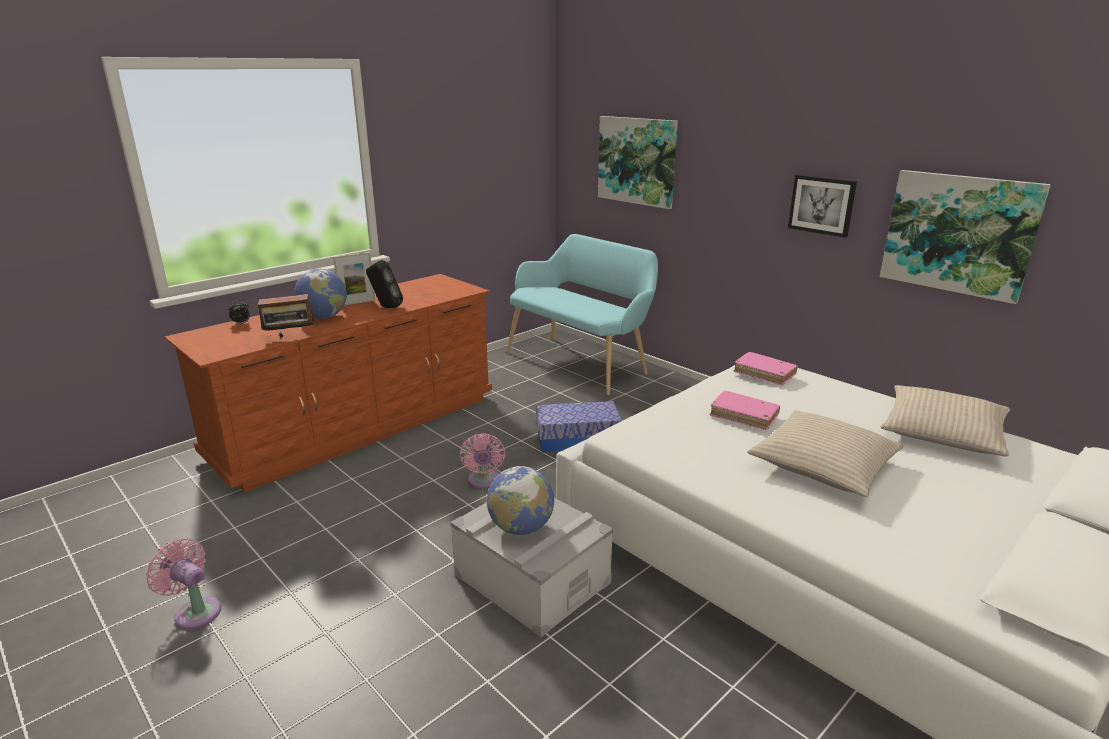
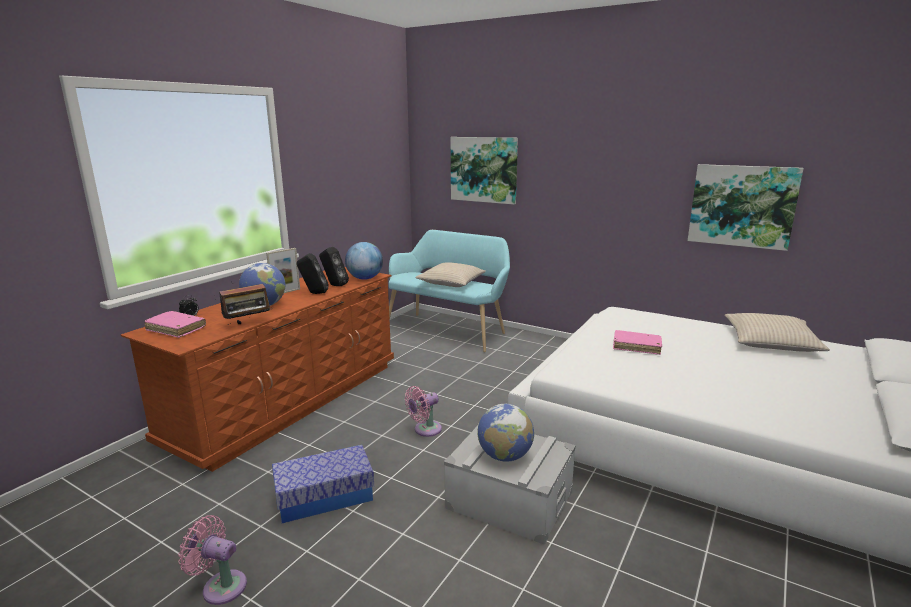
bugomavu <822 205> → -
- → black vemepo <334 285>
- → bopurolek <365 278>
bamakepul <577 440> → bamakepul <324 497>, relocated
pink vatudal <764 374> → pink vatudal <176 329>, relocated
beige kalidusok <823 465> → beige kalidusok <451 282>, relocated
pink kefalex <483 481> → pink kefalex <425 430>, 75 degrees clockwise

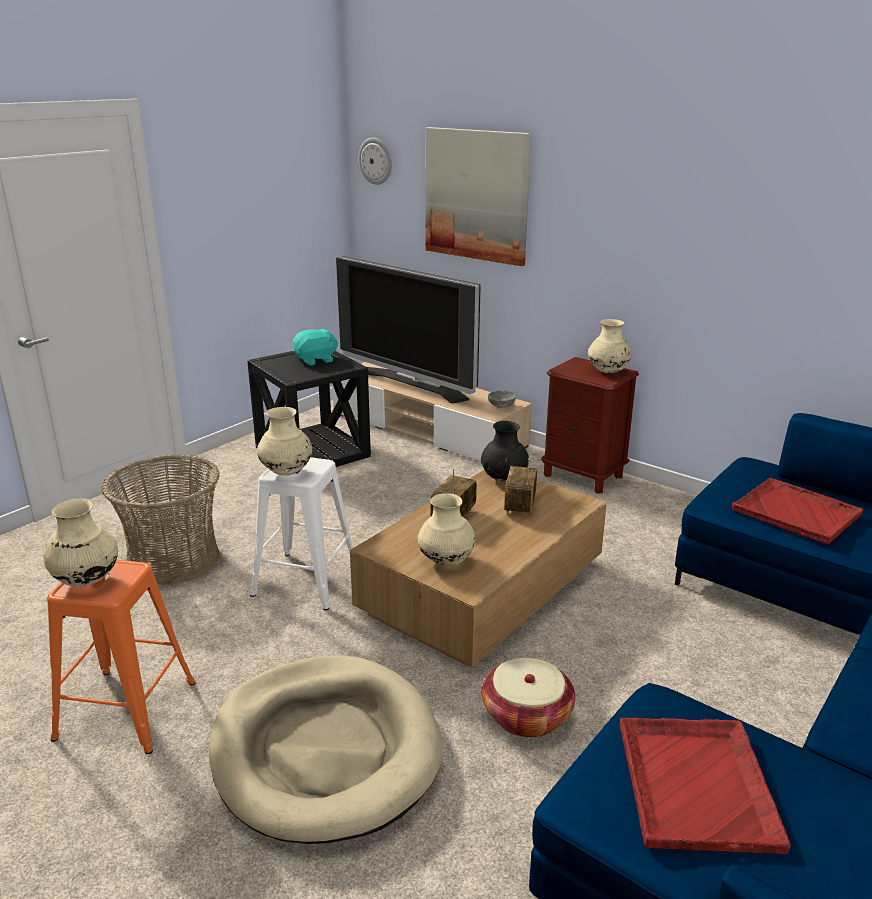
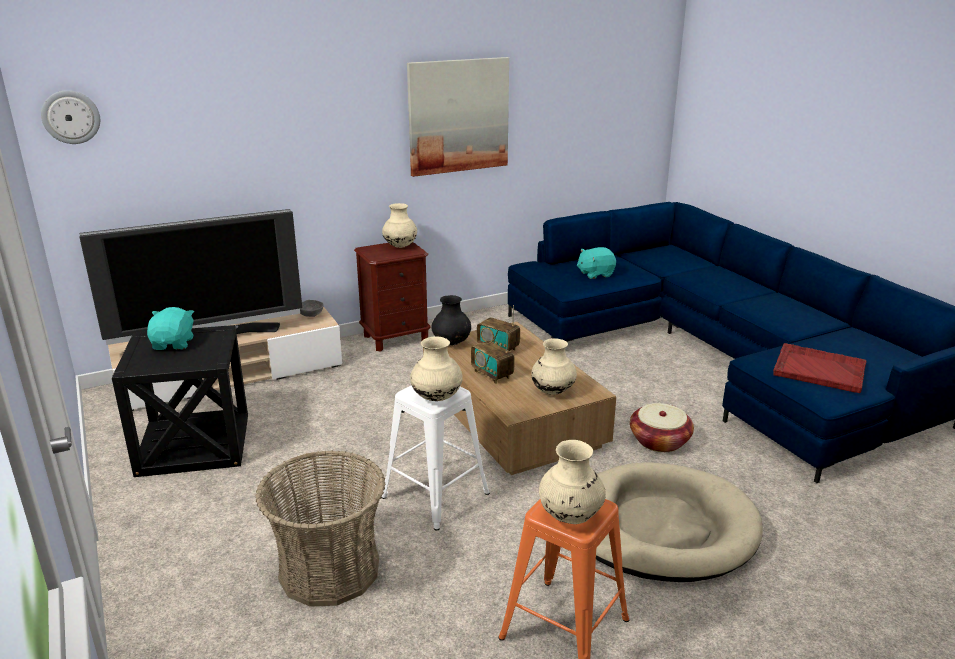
bugomavu <476 195> → bugomavu <458 116>, relocated
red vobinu <797 513> → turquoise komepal <595 274>

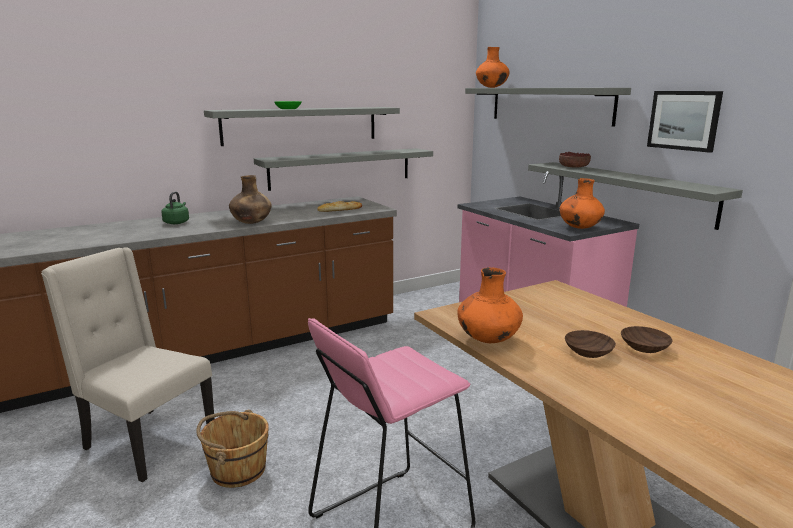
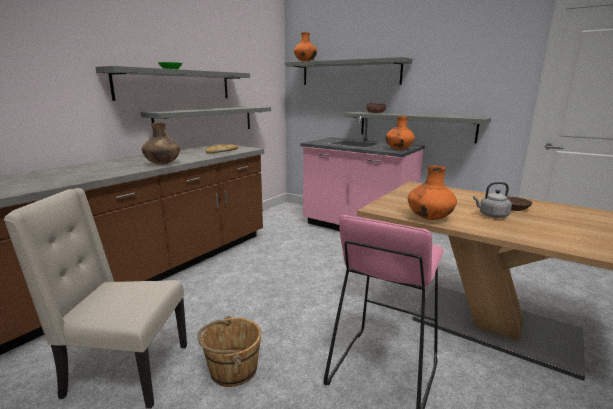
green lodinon <177 222> → -
bugomavu <684 120> → -
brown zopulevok <587 352> → grey lodinon <491 215>

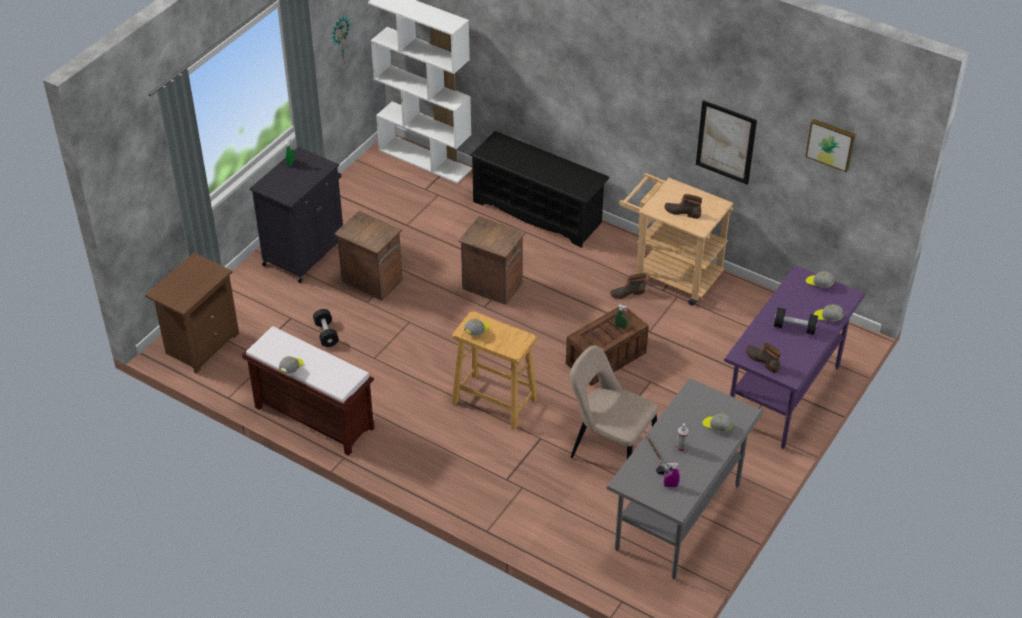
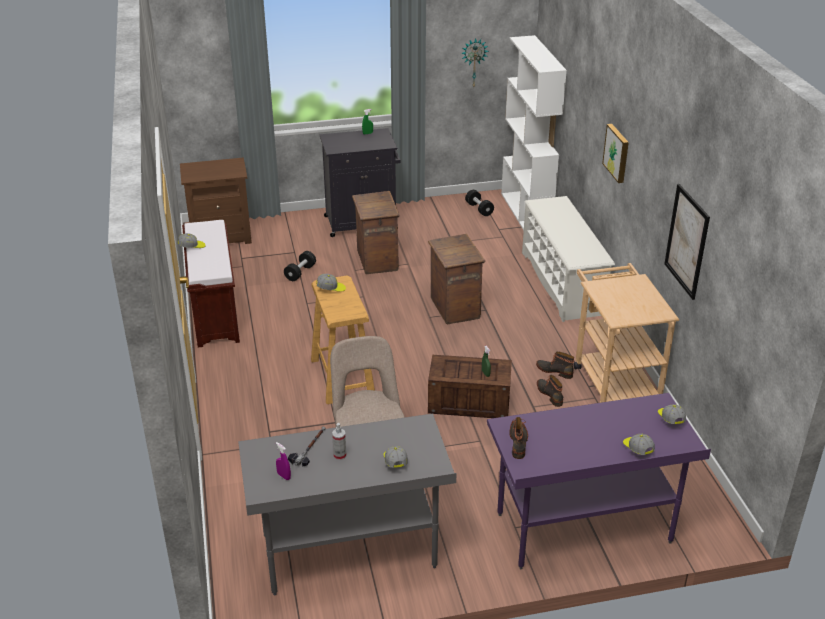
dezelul <682 212> → dezelul <550 394>, relocated
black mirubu <794 328> → black mirubu <479 209>, relocated
bugomavu <831 144> → bugomavu <617 153>, relocated
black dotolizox <538 212> → white dotolizox <562 283>

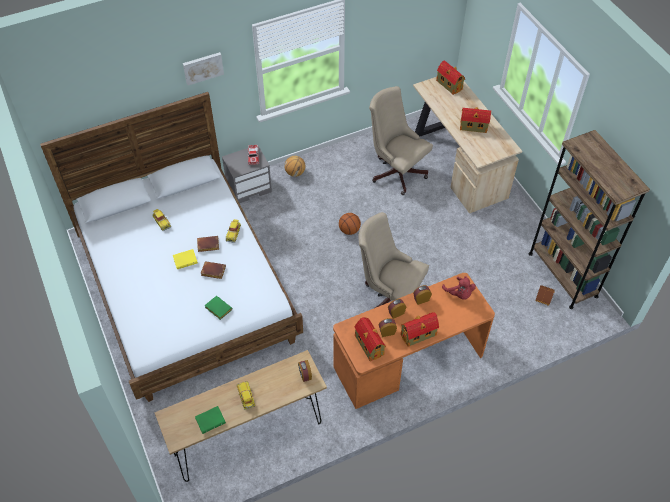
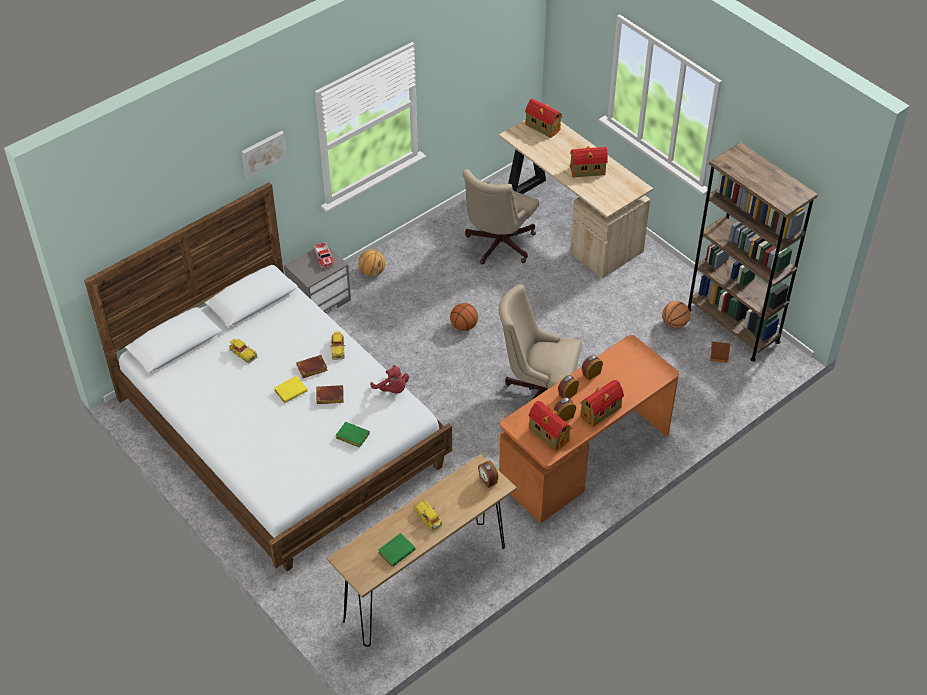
- → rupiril <674 324>
red komepal <459 294> → red komepal <392 389>, relocated
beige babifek <396 171> → beige babifek <497 246>, 90 degrees counterclockwise

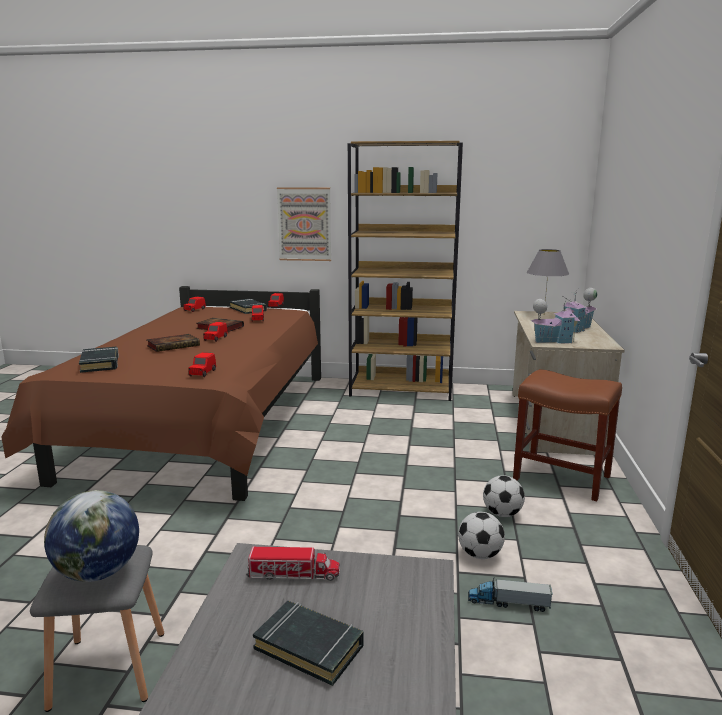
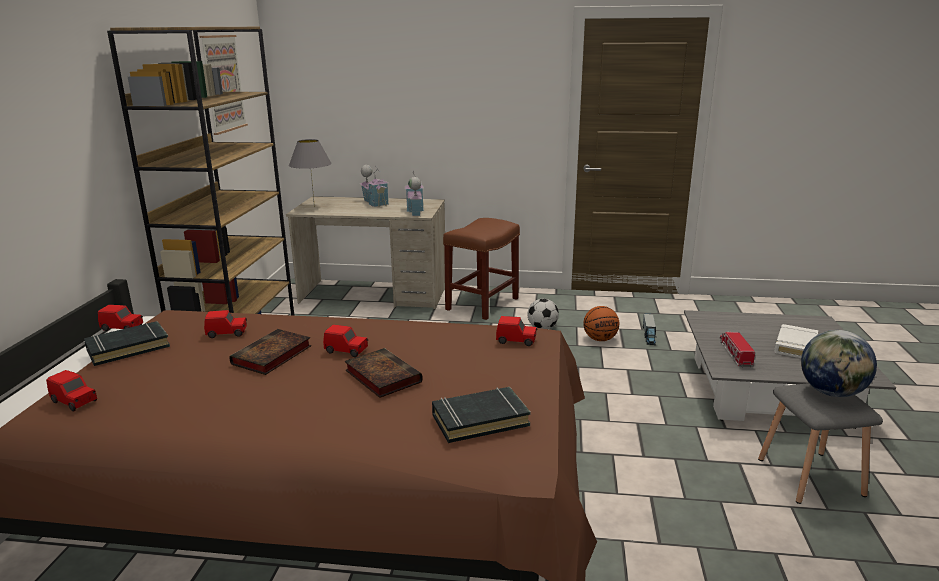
bugomavu <304 224> → bugomavu <223 83>, relocated
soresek <480 555> → rupiril <600 339>
black vatudal <309 646> → white vatudal <795 346>

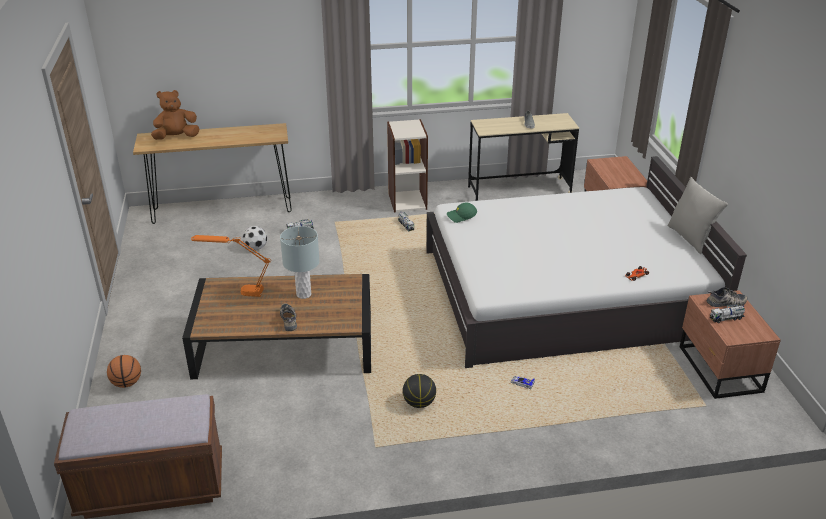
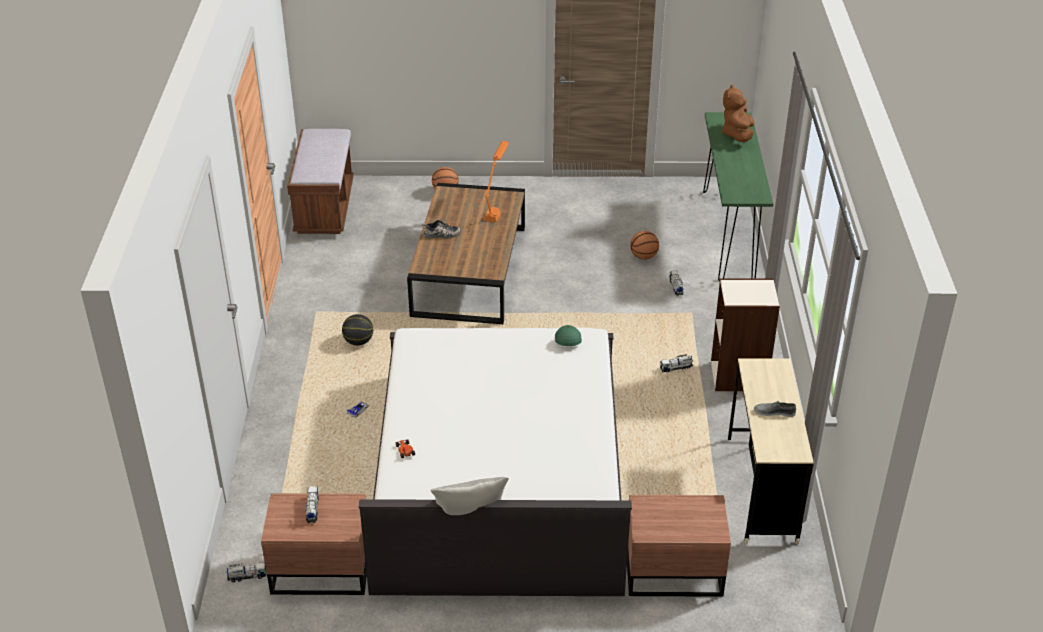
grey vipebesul <304 294> → -
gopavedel <726 303> → -
- → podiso <247 576>
soresek <256 248> → rupiril <643 257>
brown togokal <222 210> → green togokal <728 235>
brown komepal <176 137> → brown komepal <737 134>, 150 degrees counterclockwise

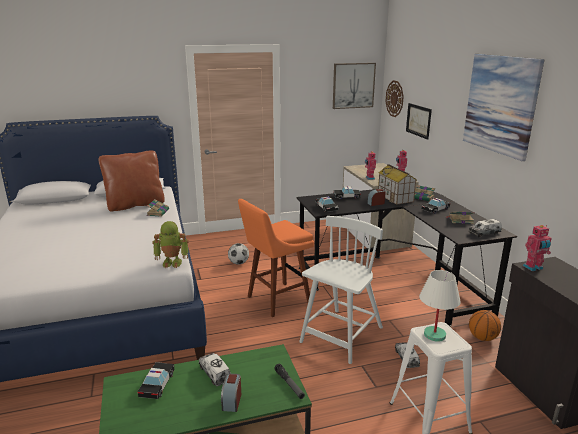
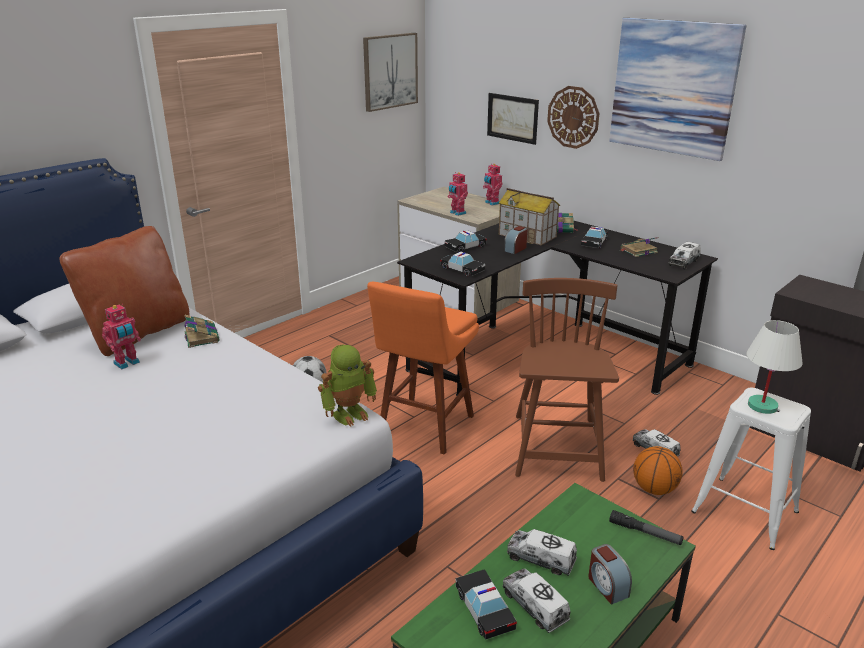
- → podiso <535 606>
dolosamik <394 98> → dolosamik <573 117>, relocated
rupiril <482 338> → rupiril <654 489>, relocated
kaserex <533 268> → kaserex <127 363>, relocated
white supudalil <341 336> → brown supudalil <557 448>

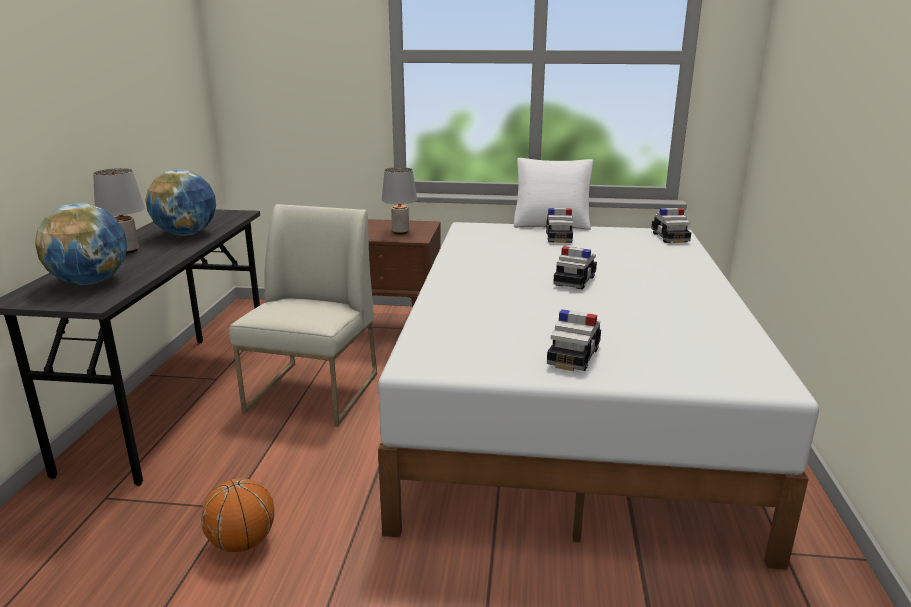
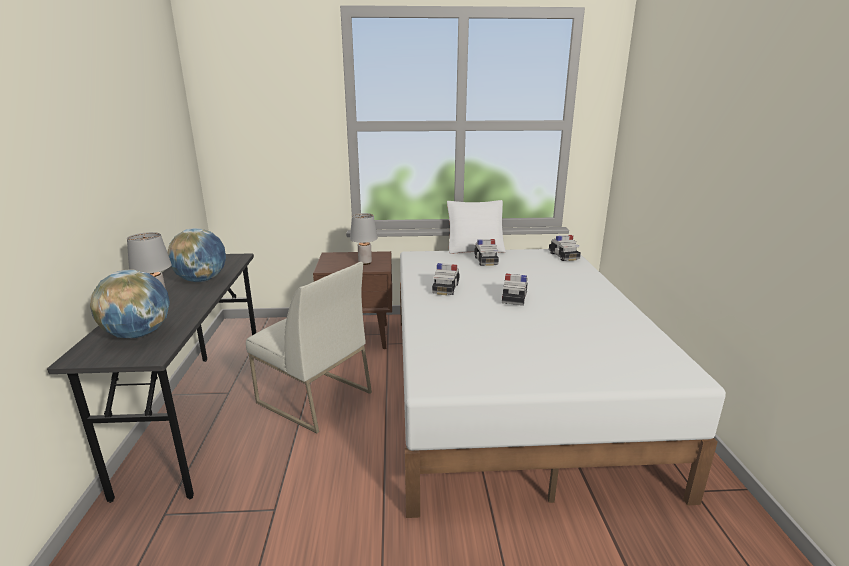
rupiril <242 543> → -
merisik <573 356> → merisik <446 288>, relocated
white supudalil <313 393> → white supudalil <313 397>, 120 degrees clockwise

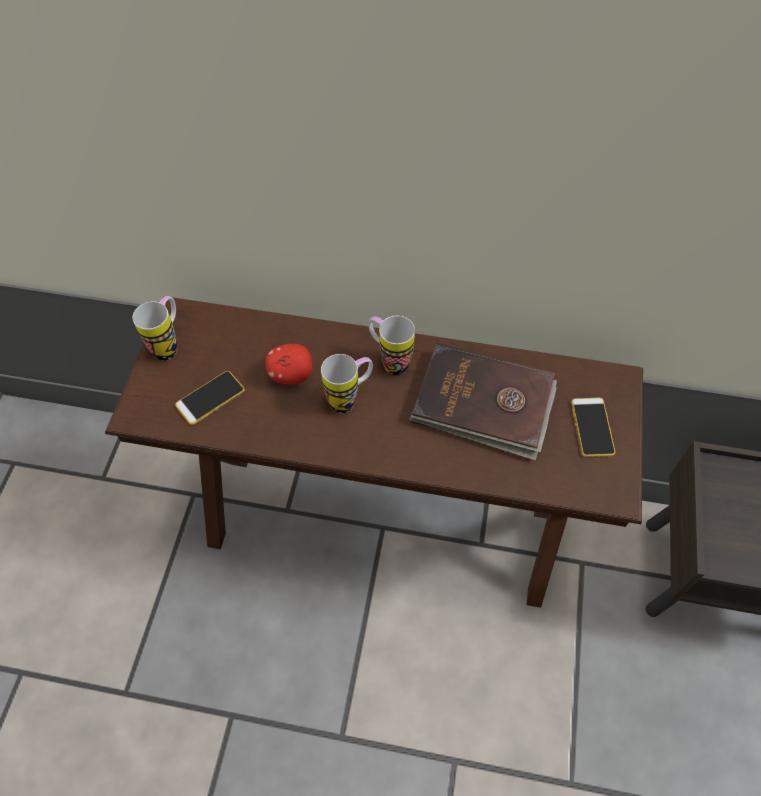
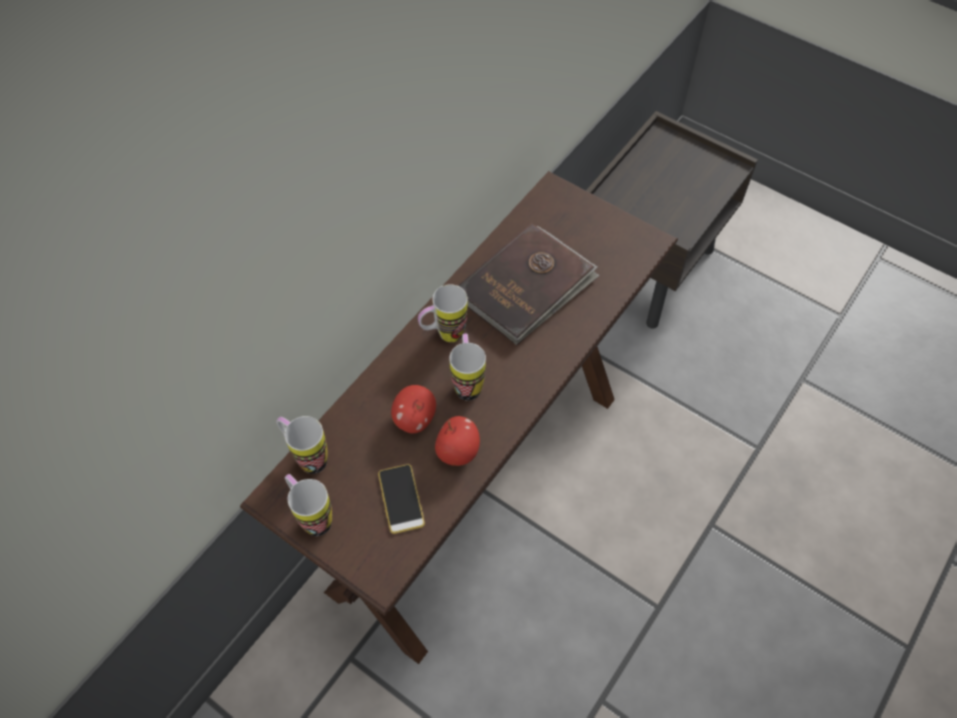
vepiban <592 427> → -
- → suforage <306 457>
- → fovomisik <458 451>

